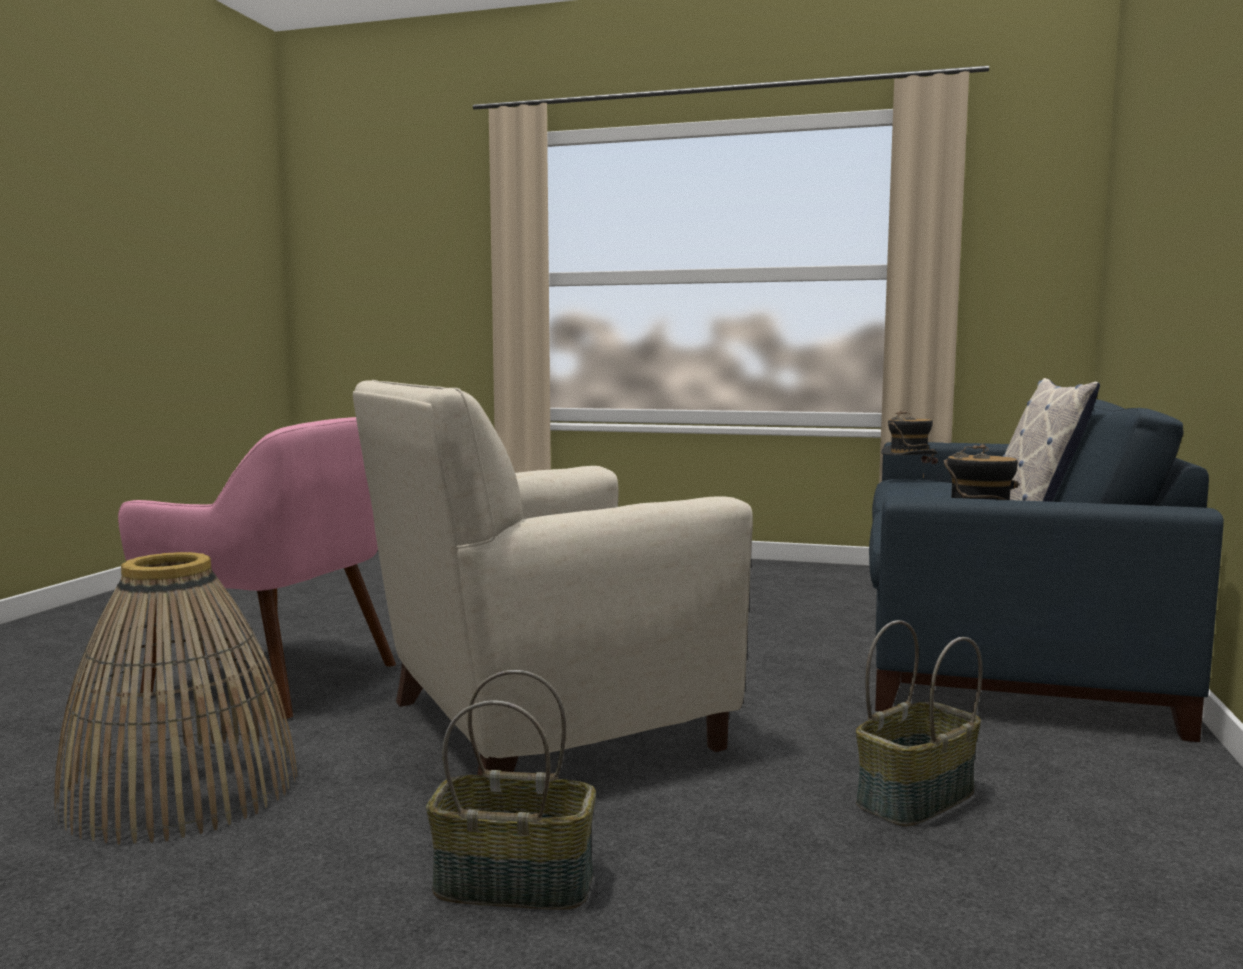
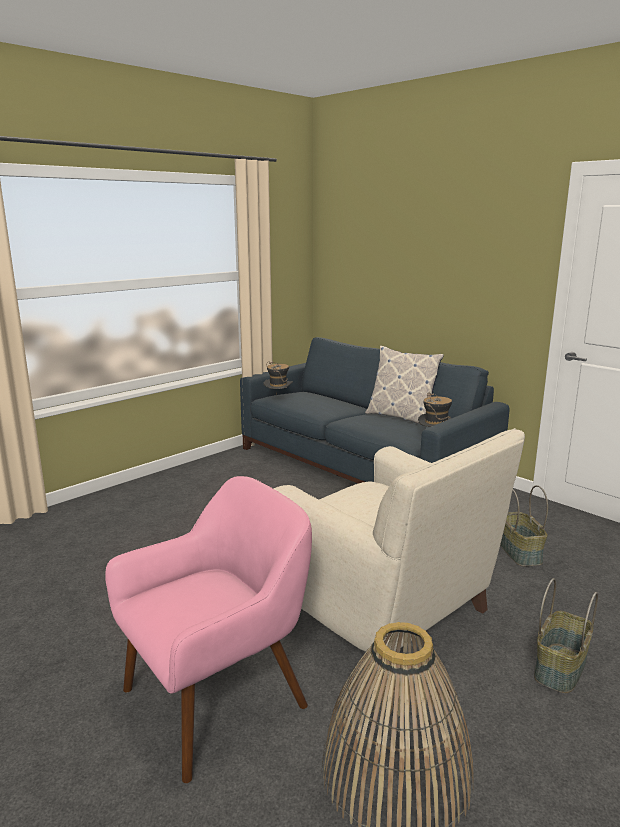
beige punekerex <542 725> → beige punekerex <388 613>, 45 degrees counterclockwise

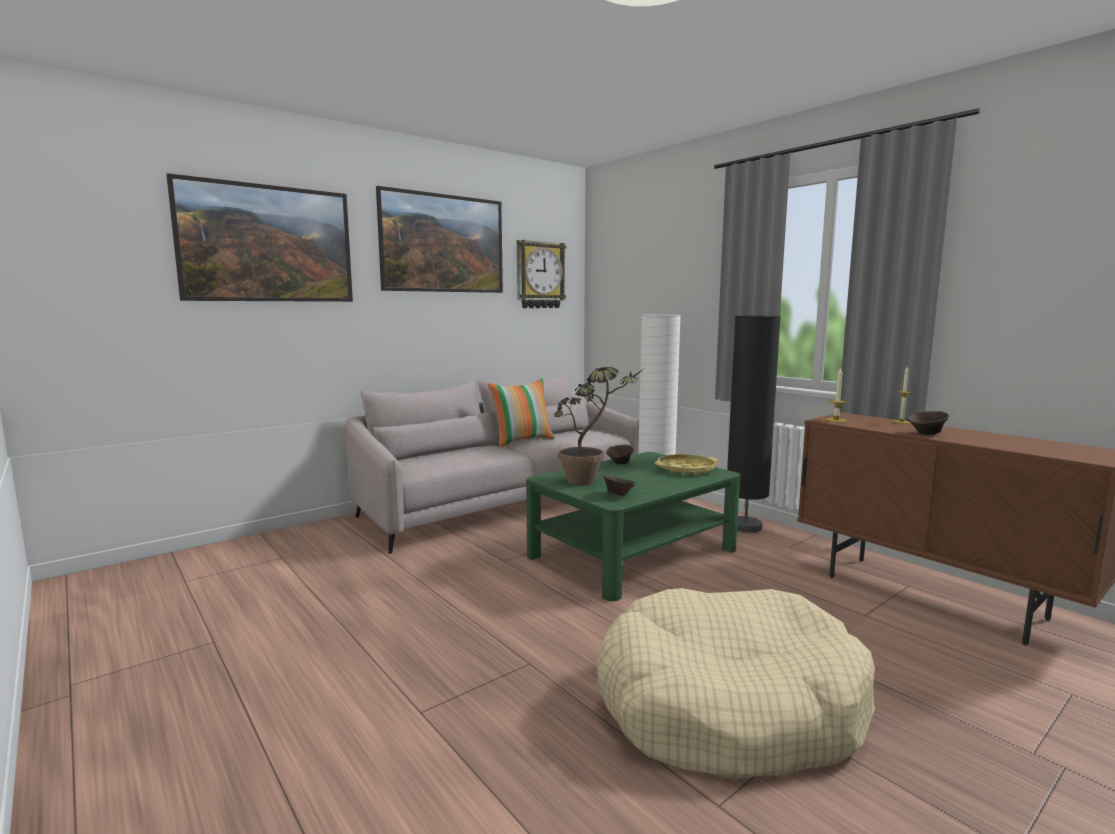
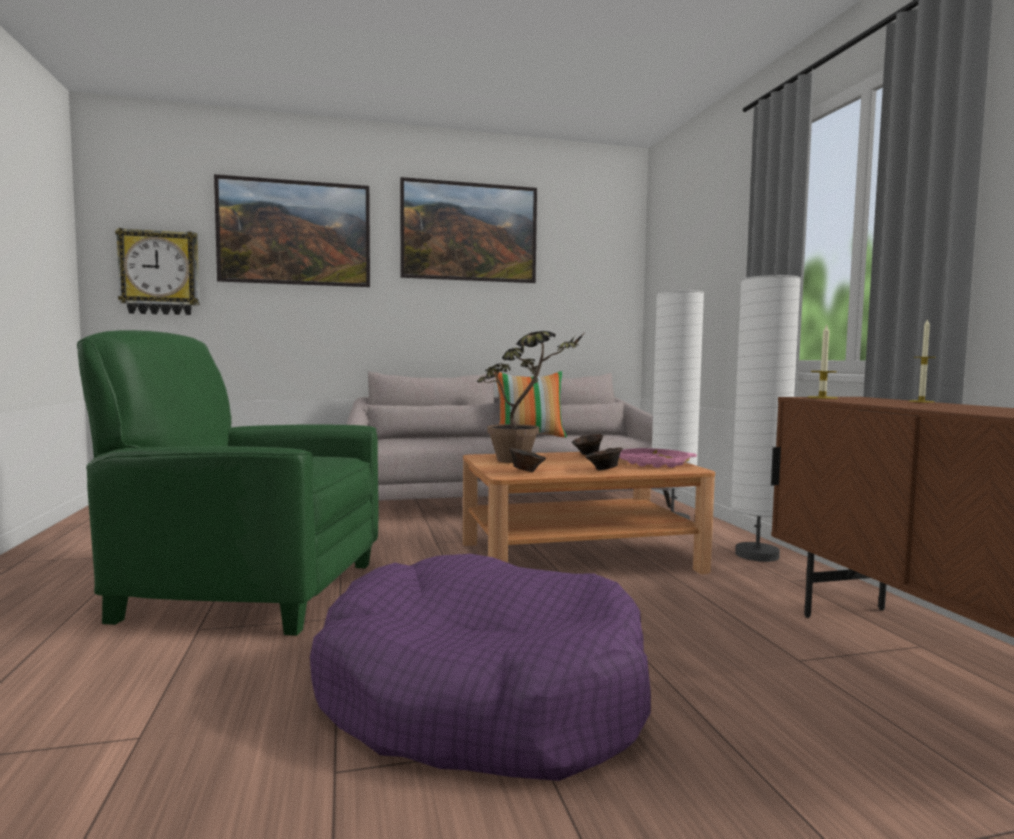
- → green punekerex <249 590>
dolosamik <539 275> → dolosamik <160 273>, relocated
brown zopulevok <926 434> → brown zopulevok <603 470>, relocated
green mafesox <632 553> → brown mafesox <579 556>
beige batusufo <728 705> → purple batusufo <481 696>
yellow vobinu <686 469> → pink vobinu <653 463>
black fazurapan <745 527> → white fazurapan <757 555>

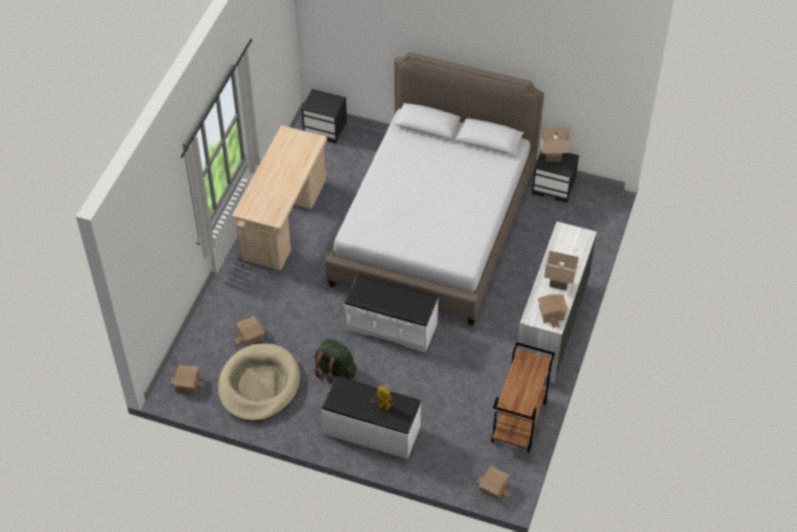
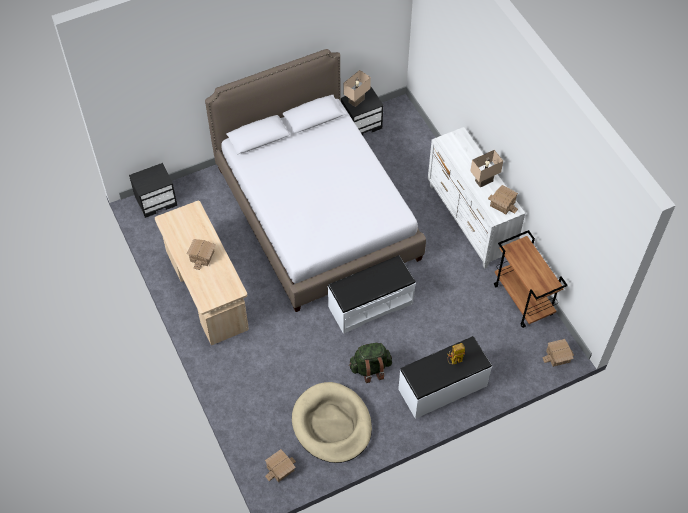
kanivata <250 335> → kanivata <201 256>, relocated

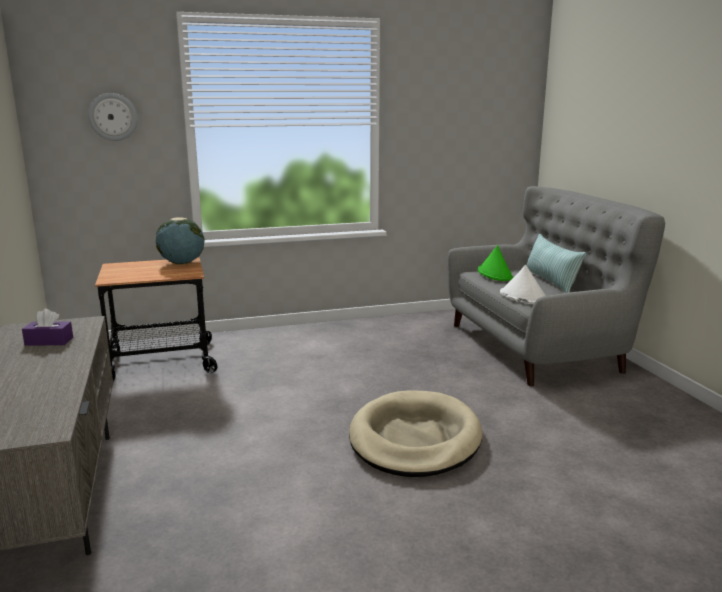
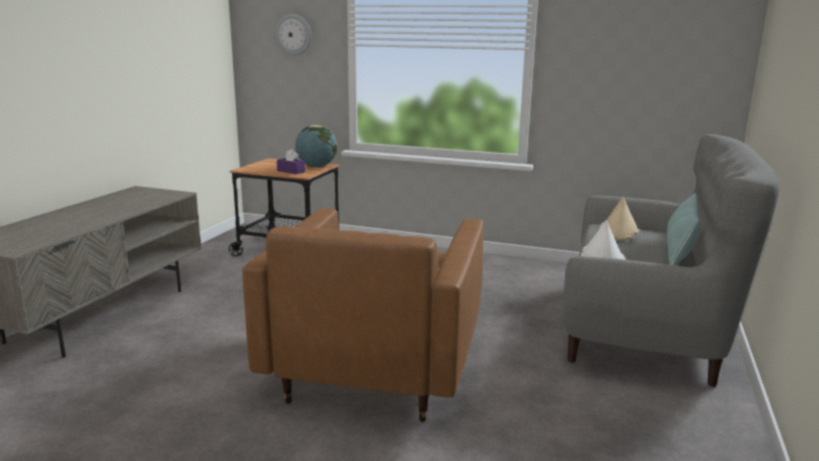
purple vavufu <49 341> → purple vavufu <291 171>, relocated
beige batusufo <414 439> → brown punekerex <376 367>
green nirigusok <495 274> → beige nirigusok <618 231>

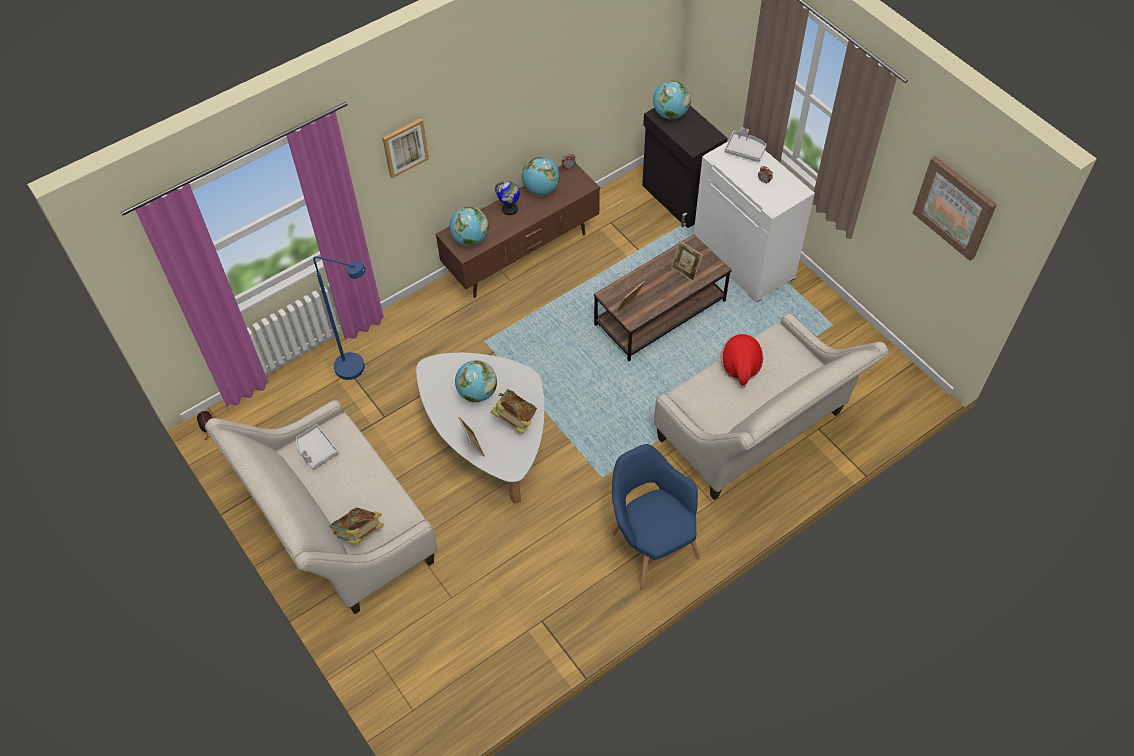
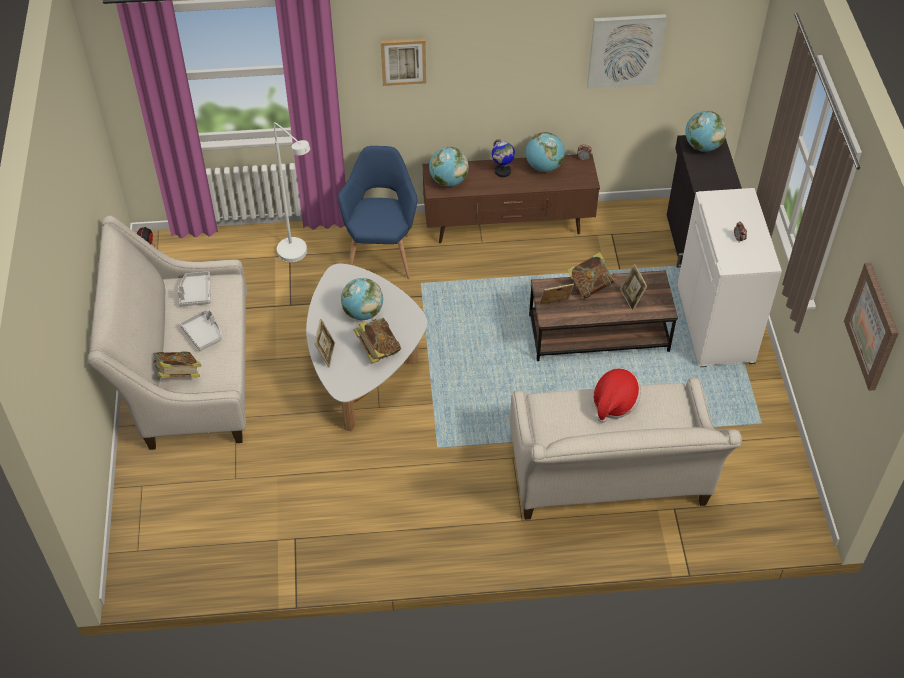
- → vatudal <590 286>
- → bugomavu <625 50>
blue punekerex <650 542> → blue punekerex <381 251>, relocated
grey vobinu <745 150> → grey vobinu <204 334>, relocated
blue fazurapan <358 368> → white fazurapan <298 255>

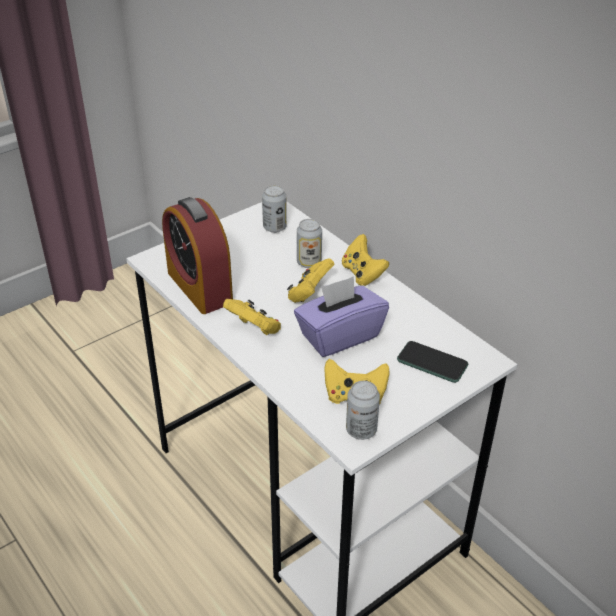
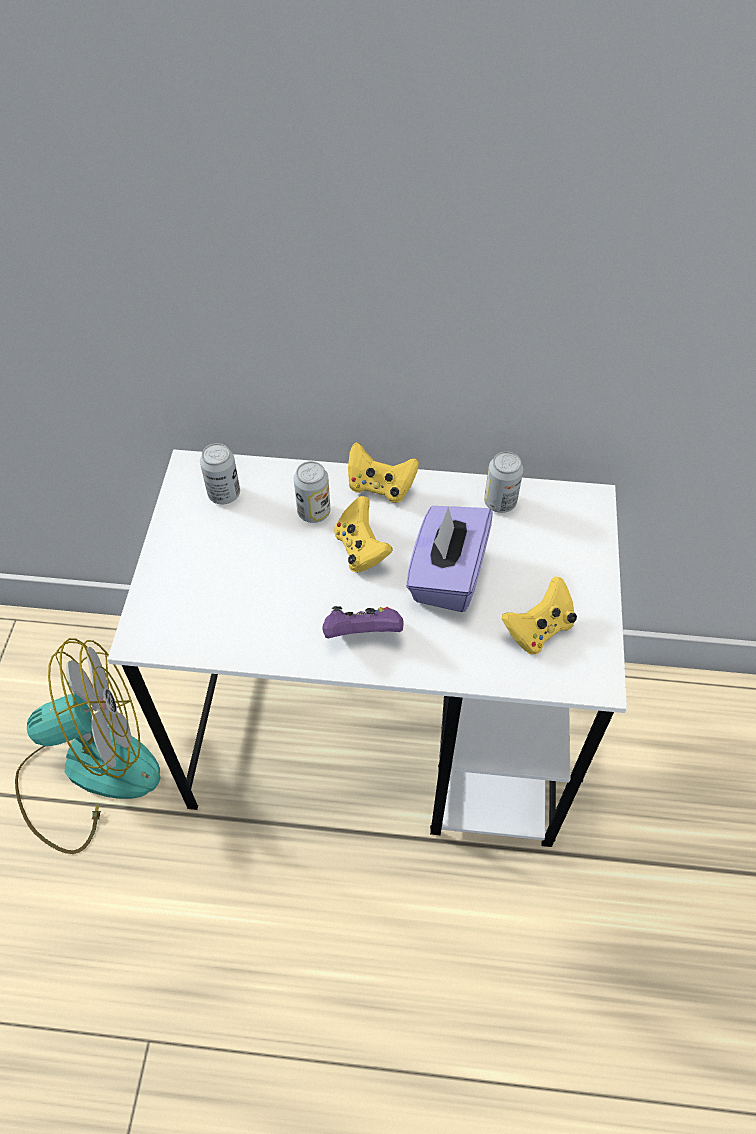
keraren <199 287> → -
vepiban <432 363> → -
- → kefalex <88 771>
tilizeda <361 430> → tilizeda <500 502>, relocated
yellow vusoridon <254 329> → purple vusoridon <362 634>

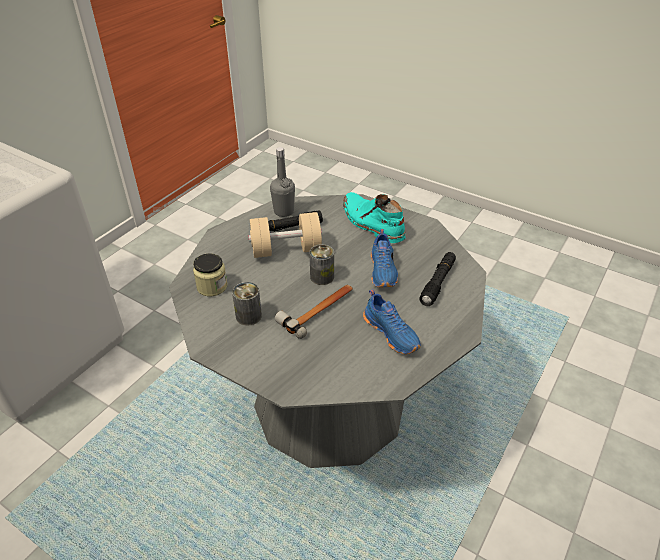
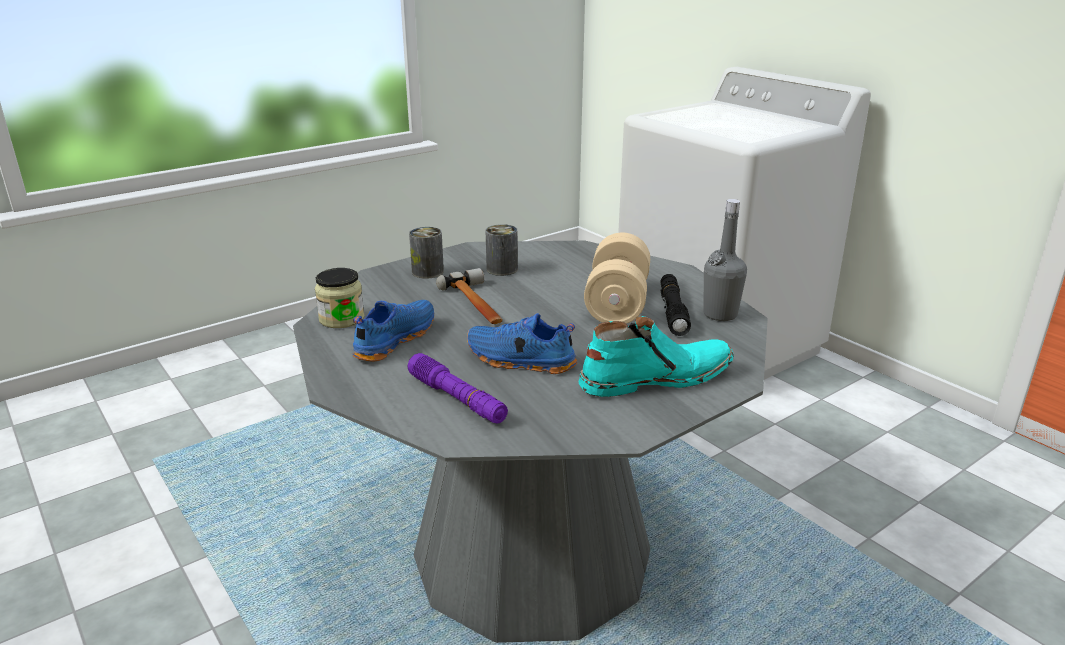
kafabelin <212 286> → kafabelin <341 319>, relocated
tilizeda <322 277> → tilizeda <427 272>, relocated
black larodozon <438 283> → purple larodozon <457 399>
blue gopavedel <392 333> → blue gopavedel <393 340>, 135 degrees clockwise

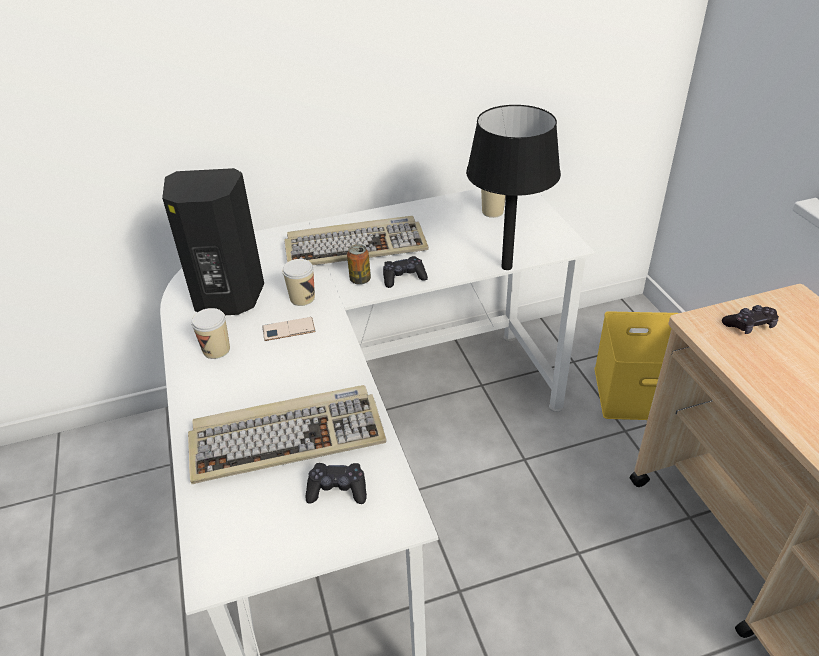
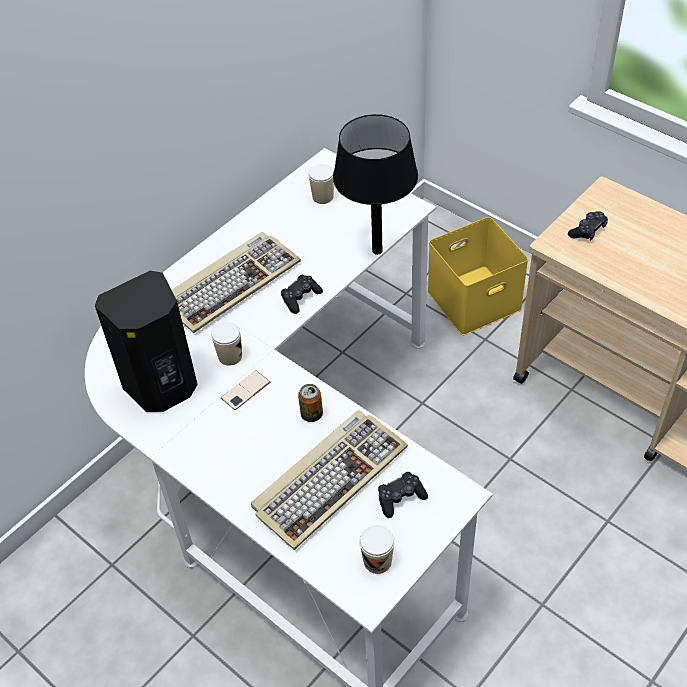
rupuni <216 350> → rupuni <377 561>, relocated
tilizeda <360 280> → tilizeda <311 414>, relocated

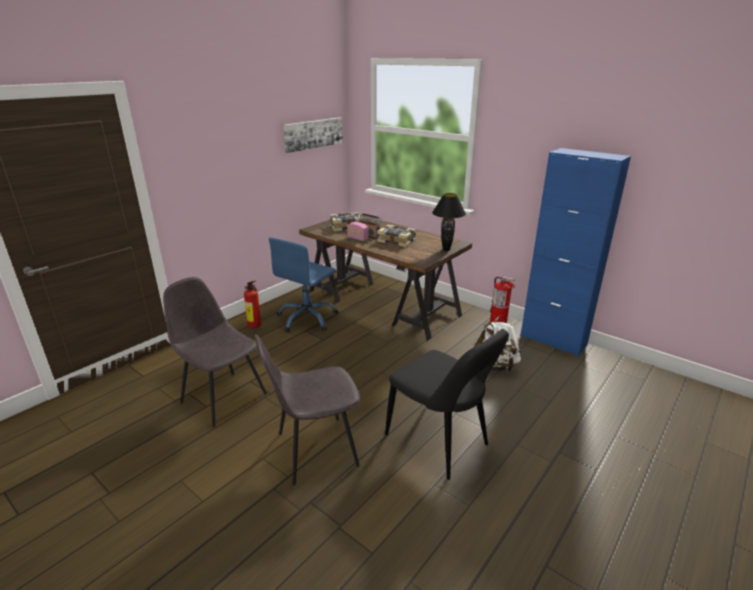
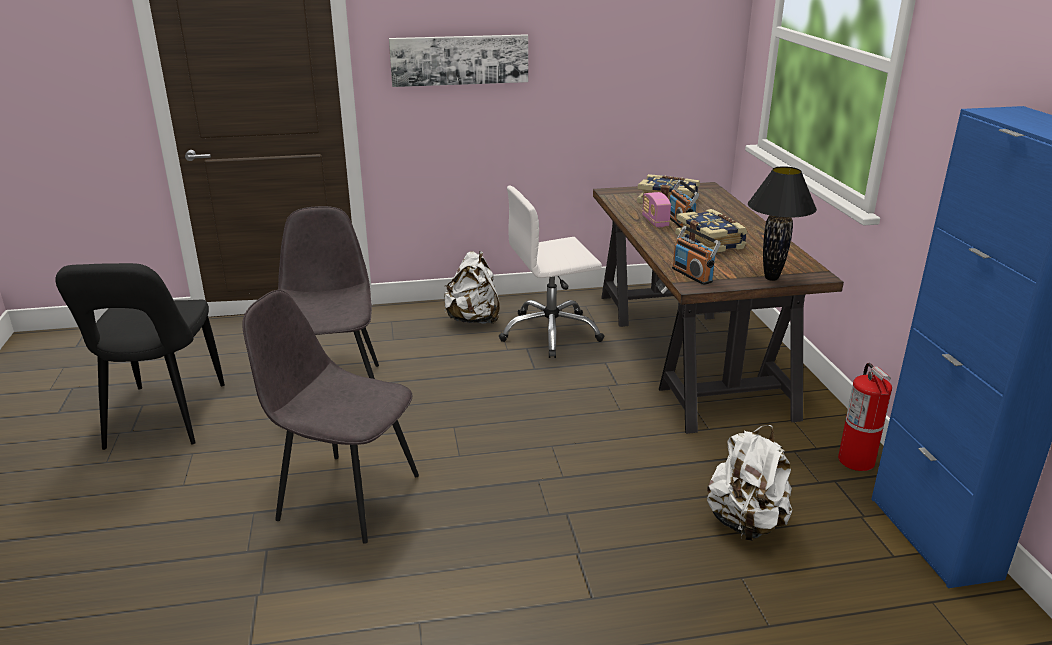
- → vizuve <692 275>
bugomavu <313 134> → bugomavu <459 60>, relocated
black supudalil <440 442> → black supudalil <163 419>, relocated
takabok <255 326> → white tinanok <473 319>
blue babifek <307 318> → white babifek <550 333>

